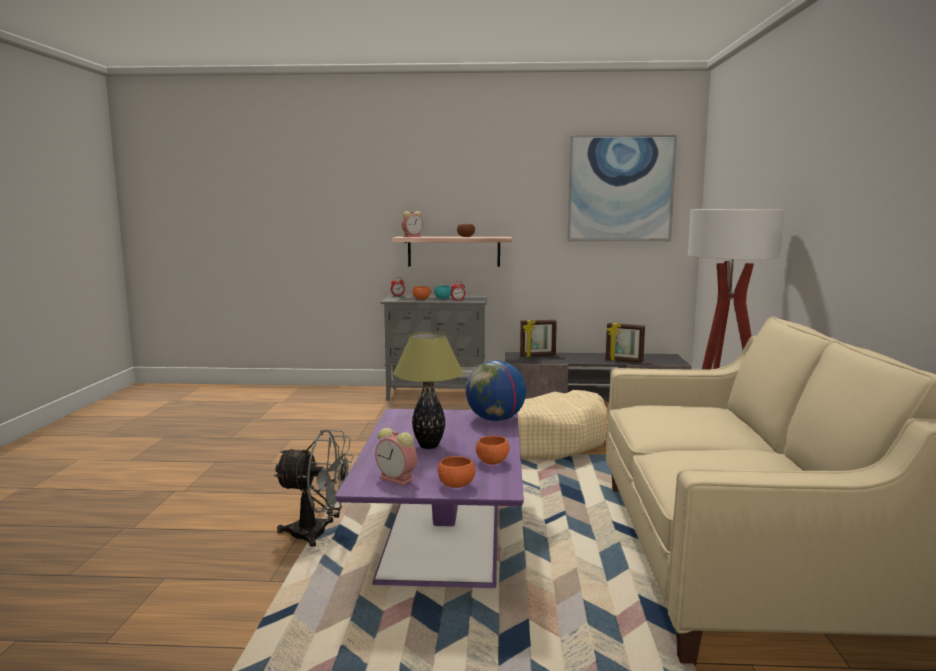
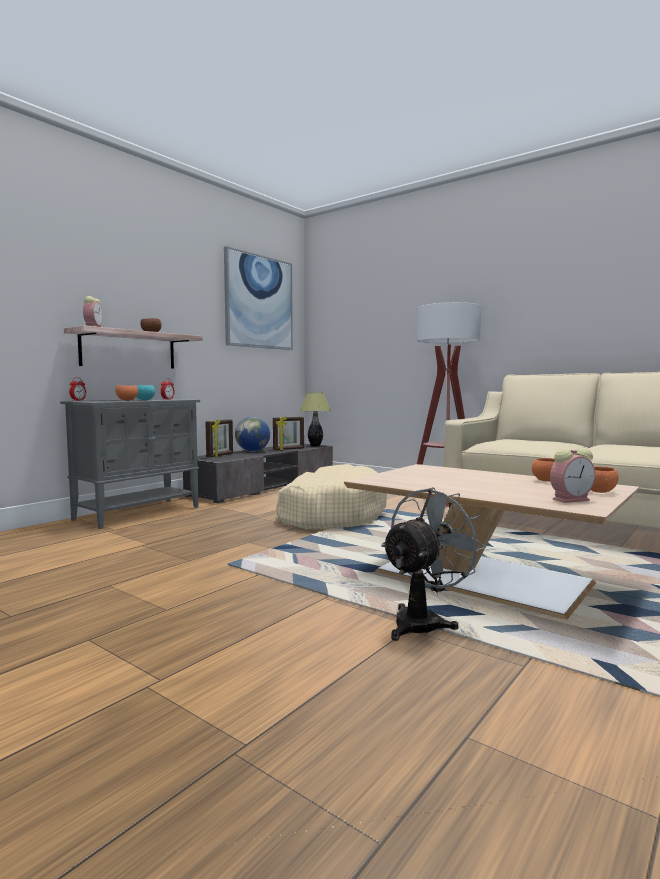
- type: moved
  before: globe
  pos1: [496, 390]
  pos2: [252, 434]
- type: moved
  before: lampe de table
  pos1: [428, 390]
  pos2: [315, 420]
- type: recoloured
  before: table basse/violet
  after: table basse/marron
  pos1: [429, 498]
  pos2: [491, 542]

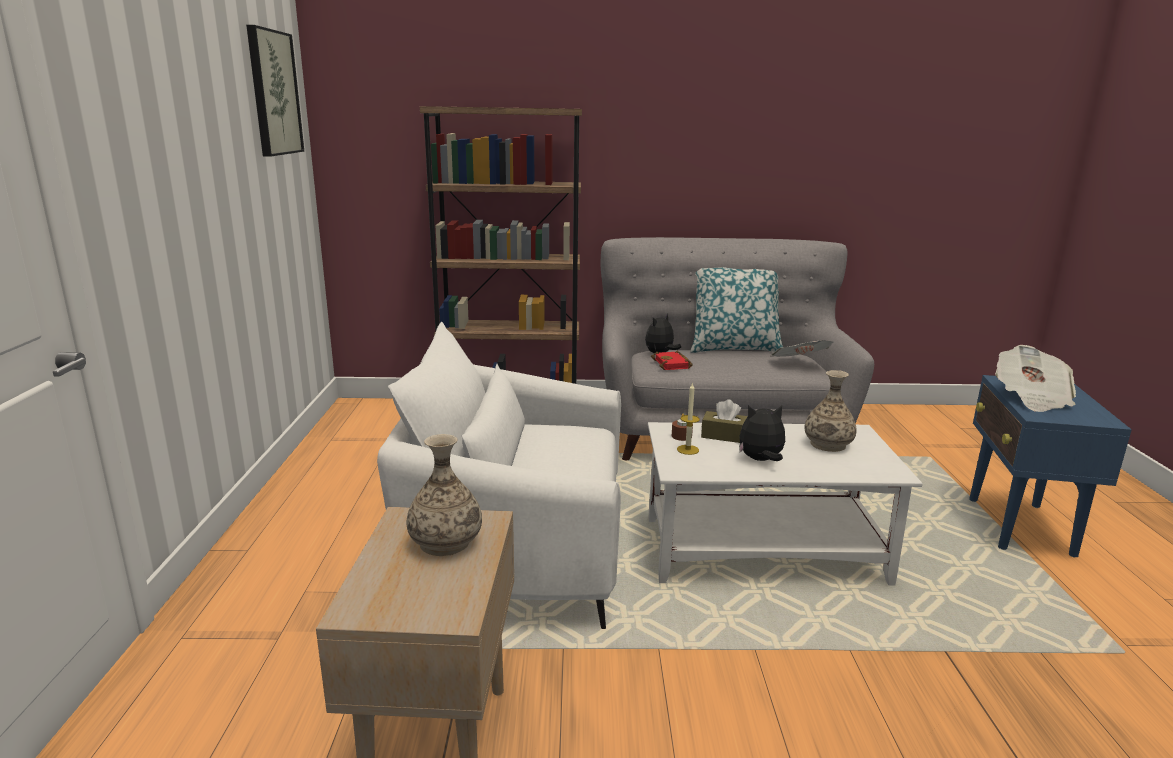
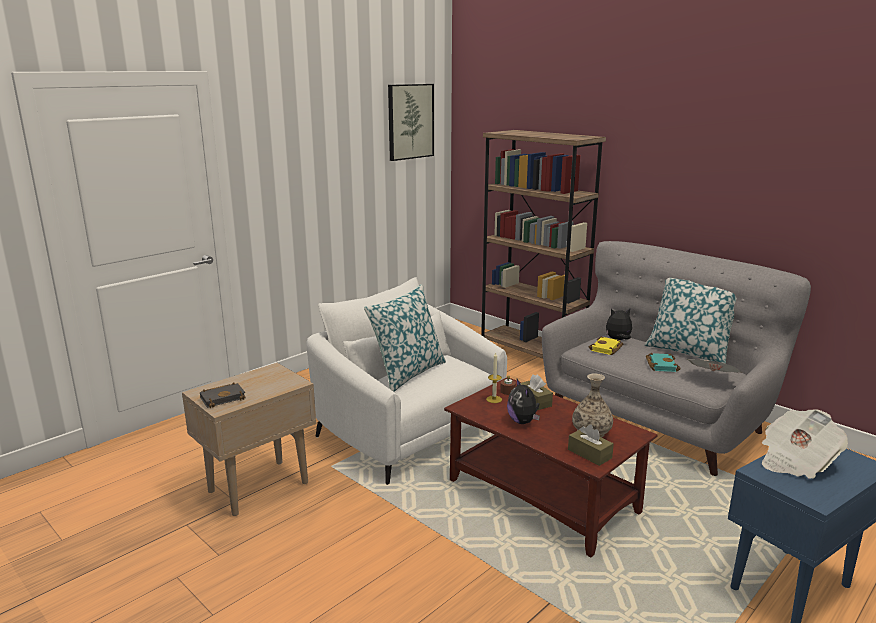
- type: added
  after: livre/noir
  pos2: [223, 395]
- type: added
  after: coussin
  pos2: [405, 338]
- type: recoloured
  before: table basse/blanc
  after: table basse/marron
  pos1: [785, 503]
  pos2: [550, 467]
- type: turned
  before: peluche
  pos1: [762, 433]
  pos2: [523, 401]
  turn: -150
- type: added
  after: boîte à mouchoirs/marron
  pos2: [591, 445]
- type: recoloured
  before: livre/rouge
  after: livre/jaune
  pos1: [672, 360]
  pos2: [606, 345]
- type: added
  after: livre/turquoise
  pos2: [663, 362]
- type: removed
  before: vase
  pos1: [444, 495]

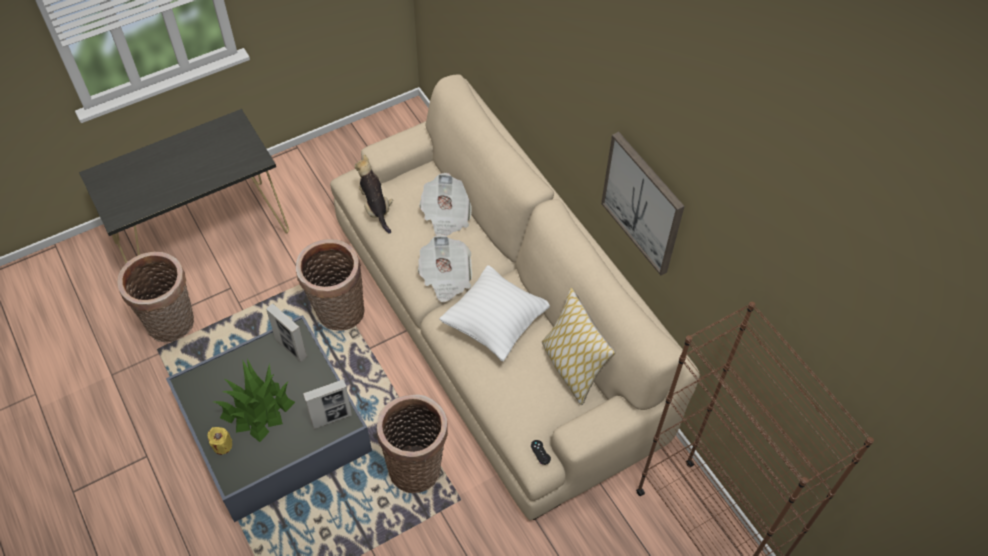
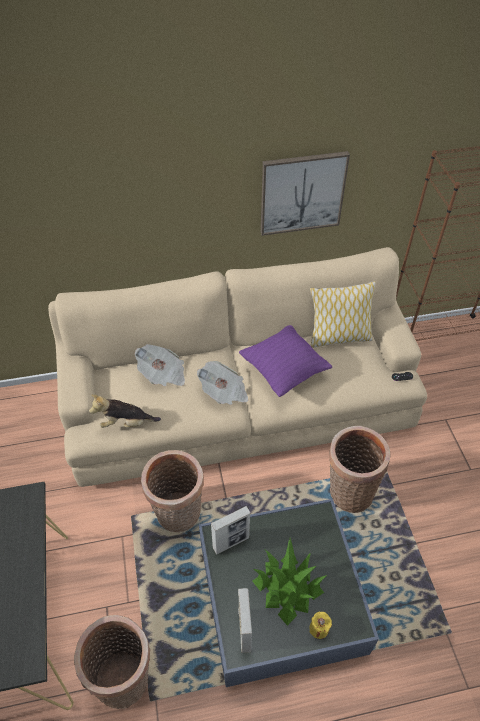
- type: moved
  before: cadre photo
  pos1: [327, 404]
  pos2: [245, 620]
- type: recoloured
  before: coussin/blanc
  after: coussin/violet
  pos1: [494, 313]
  pos2: [285, 361]

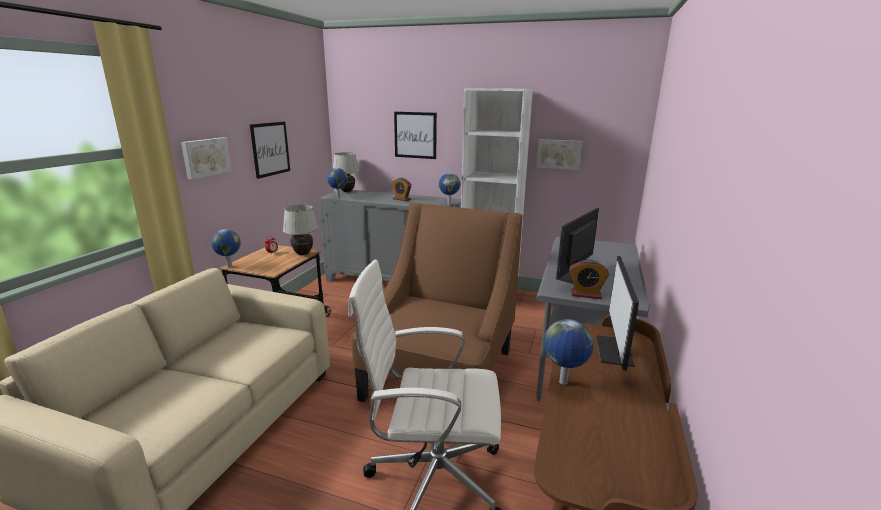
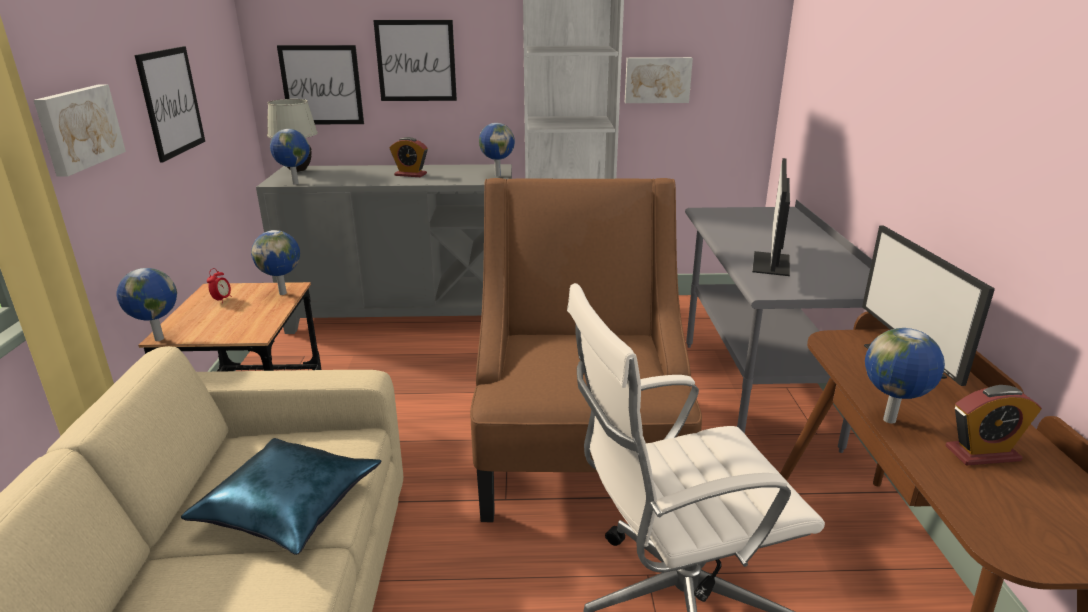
- type: added
  after: coussin/bleu
  pos2: [281, 496]
- type: replaced
  before: lampe de table/blanc
  after: globe
  pos1: [300, 230]
  pos2: [275, 262]
- type: added
  after: tableau
  pos2: [320, 84]
- type: moved
  before: réveil
  pos1: [589, 279]
  pos2: [993, 425]

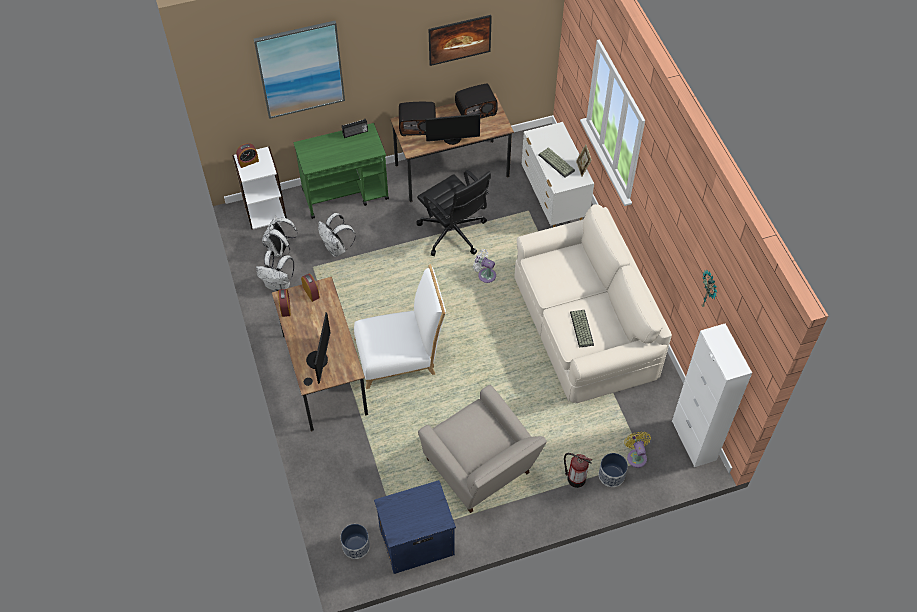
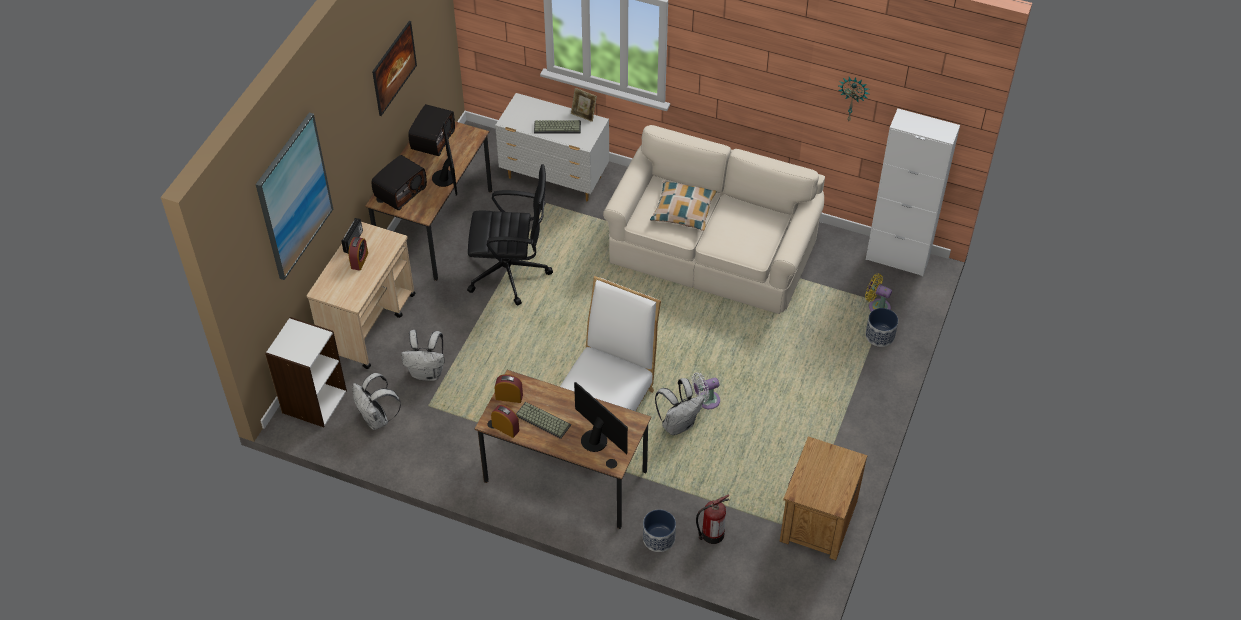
- type: recoloured
  before: chariot/vert
  after: chariot/beige
  pos1: [341, 171]
  pos2: [361, 295]
- type: moved
  before: réveil
  pos1: [247, 155]
  pos2: [358, 254]
- type: turned
  before: écran d'ordinateur
  pos1: [453, 129]
  pos2: [444, 158]
  turn: -45
- type: moved
  before: clavier
  pos1: [582, 329]
  pos2: [543, 420]
- type: moved
  before: cache-pot
  pos1: [355, 541]
  pos2: [659, 530]
- type: added
  after: coussin
  pos2: [683, 206]
- type: moved
  before: sac à dos/blanc
  pos1: [275, 270]
  pos2: [679, 406]
- type: moved
  before: ventilateur/blanc
  pos1: [484, 266]
  pos2: [706, 390]
- type: moved
  before: extincteur
  pos1: [578, 470]
  pos2: [712, 519]
- type: recoloured
  before: table de chevet/bleu
  after: table de chevet/marron
  pos1: [415, 527]
  pos2: [823, 498]
- type: removed
  before: fauteuil/beige
  pos1: [482, 449]

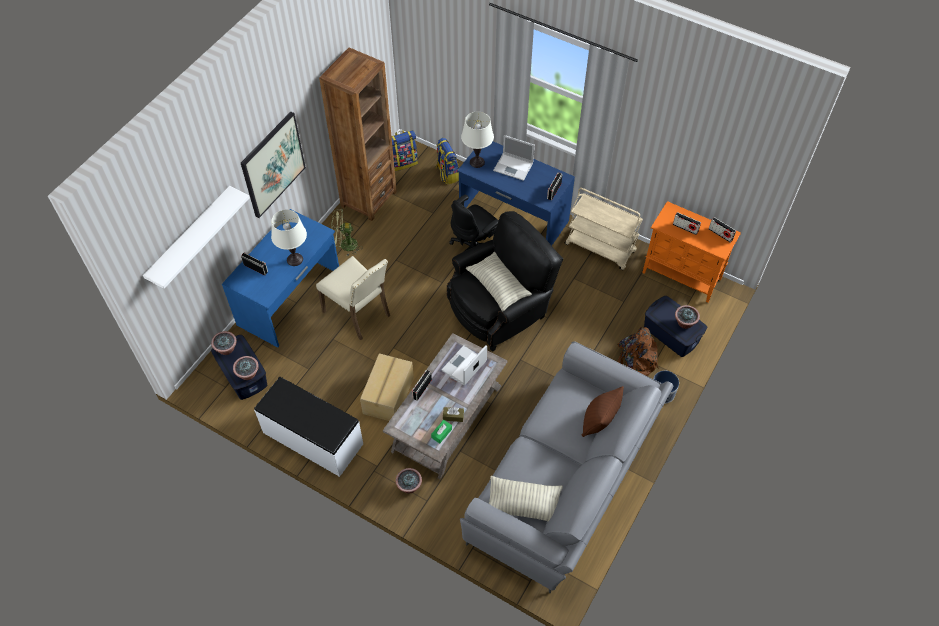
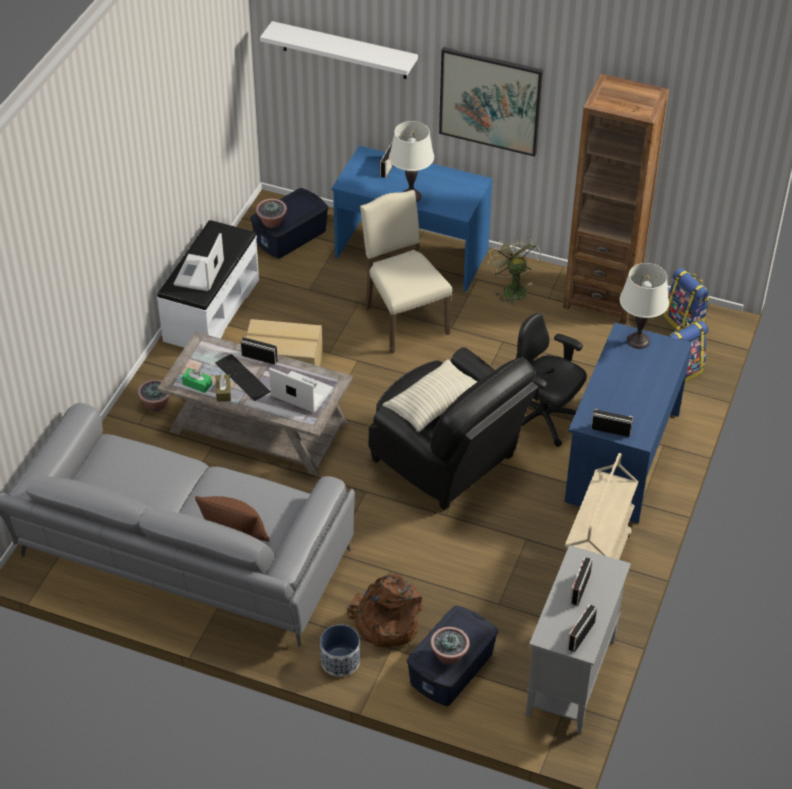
- type: moved
  before: ordinateur portable
  pos1: [514, 158]
  pos2: [199, 262]
- type: added
  after: clavier
  pos2: [242, 377]
- type: turned
  before: chaise/beige
  pos1: [353, 298]
  pos2: [406, 272]
  turn: 120
- type: recoloured
  before: meuble de rangement/orange
  after: meuble de rangement/gris
  pos1: [691, 252]
  pos2: [578, 639]
- type: removed
  before: plante en pot
  pos1: [224, 343]
- type: removed
  before: coussin
  pos1: [526, 498]

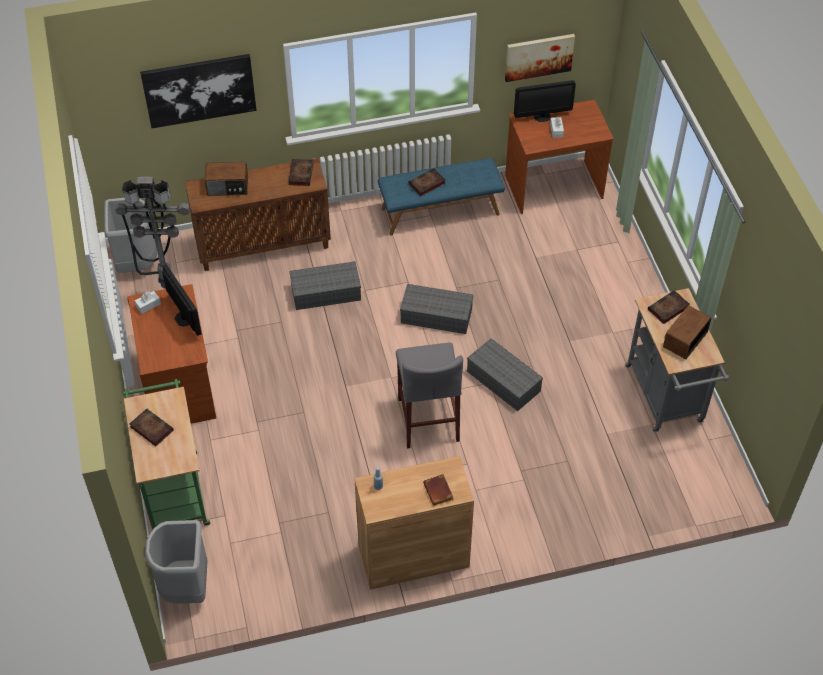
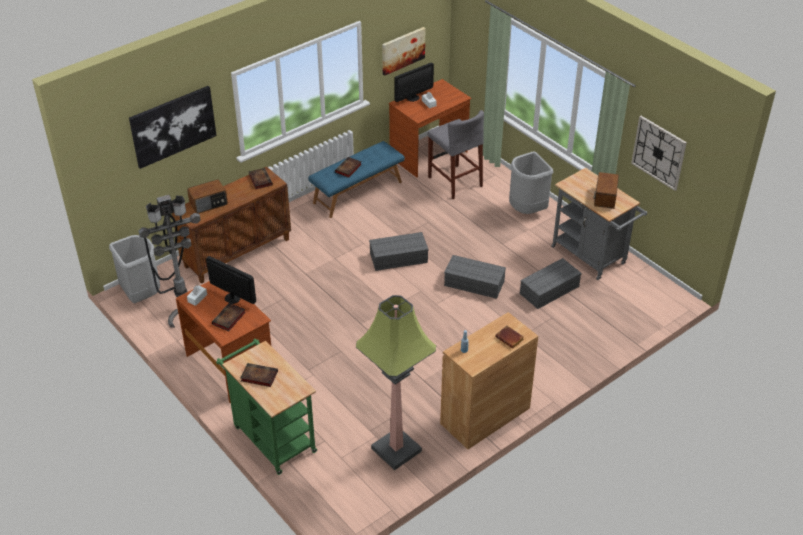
- type: moved
  before: livre
  pos1: [669, 307]
  pos2: [229, 317]
- type: added
  after: lampadaire
  pos2: [396, 382]
- type: moved
  before: tabouret/gris
  pos1: [429, 395]
  pos2: [456, 154]
- type: moved
  before: poubelle/gris
  pos1: [176, 562]
  pos2: [531, 183]
- type: moved
  before: boîte de rangement/gris
  pos1: [325, 285]
  pos2: [551, 283]
- type: added
  after: horloge murale
  pos2: [659, 153]

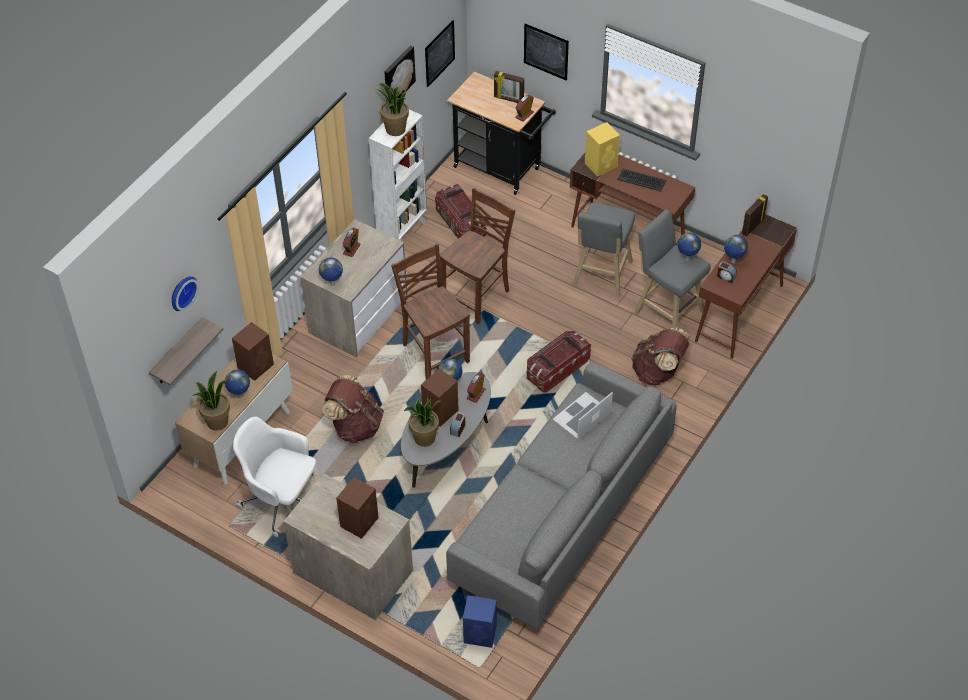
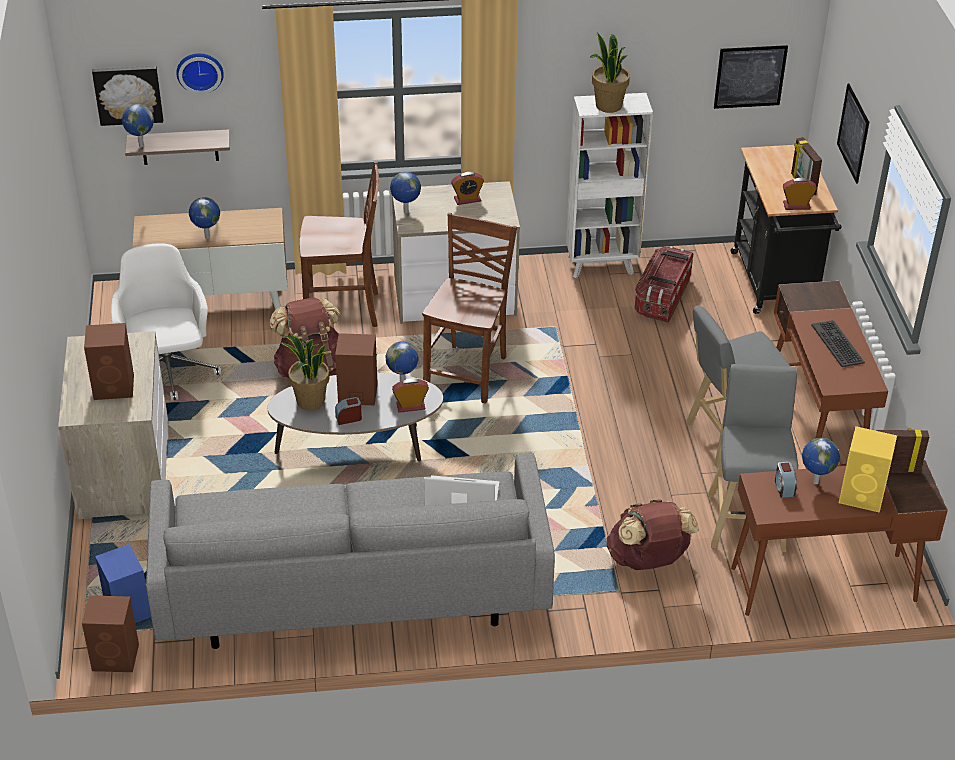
- type: moved
  before: enceinte/marron
  pos1: [253, 351]
  pos2: [110, 633]
- type: moved
  before: tableau
  pos1: [400, 72]
  pos2: [127, 96]
- type: moved
  before: globe
  pos1: [689, 247]
  pos2: [138, 125]
- type: moved
  before: chaise/marron
  pos1: [478, 255]
  pos2: [339, 244]
- type: moved
  before: enceinte/jaune
  pos1: [602, 149]
  pos2: [868, 469]
- type: removed
  before: plante en pot
  pos1: [211, 401]
- type: removed
  before: boîte de rangement
  pos1: [559, 362]

